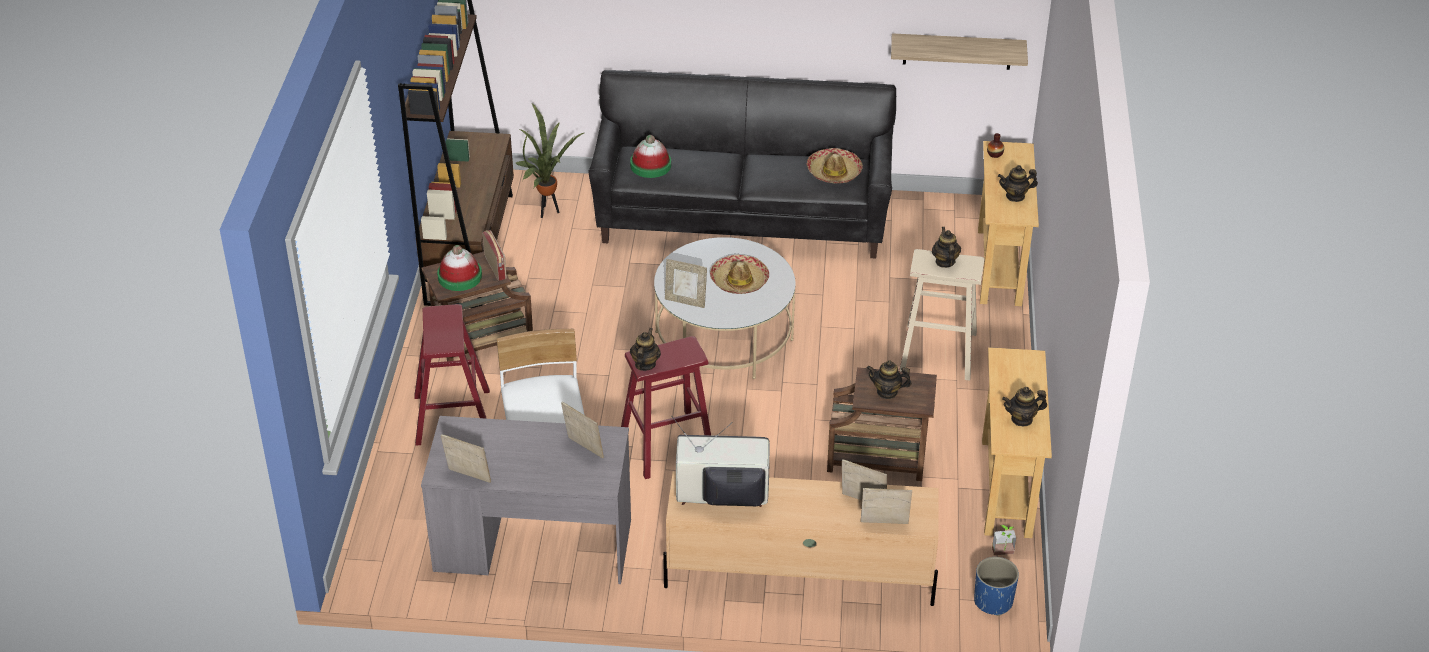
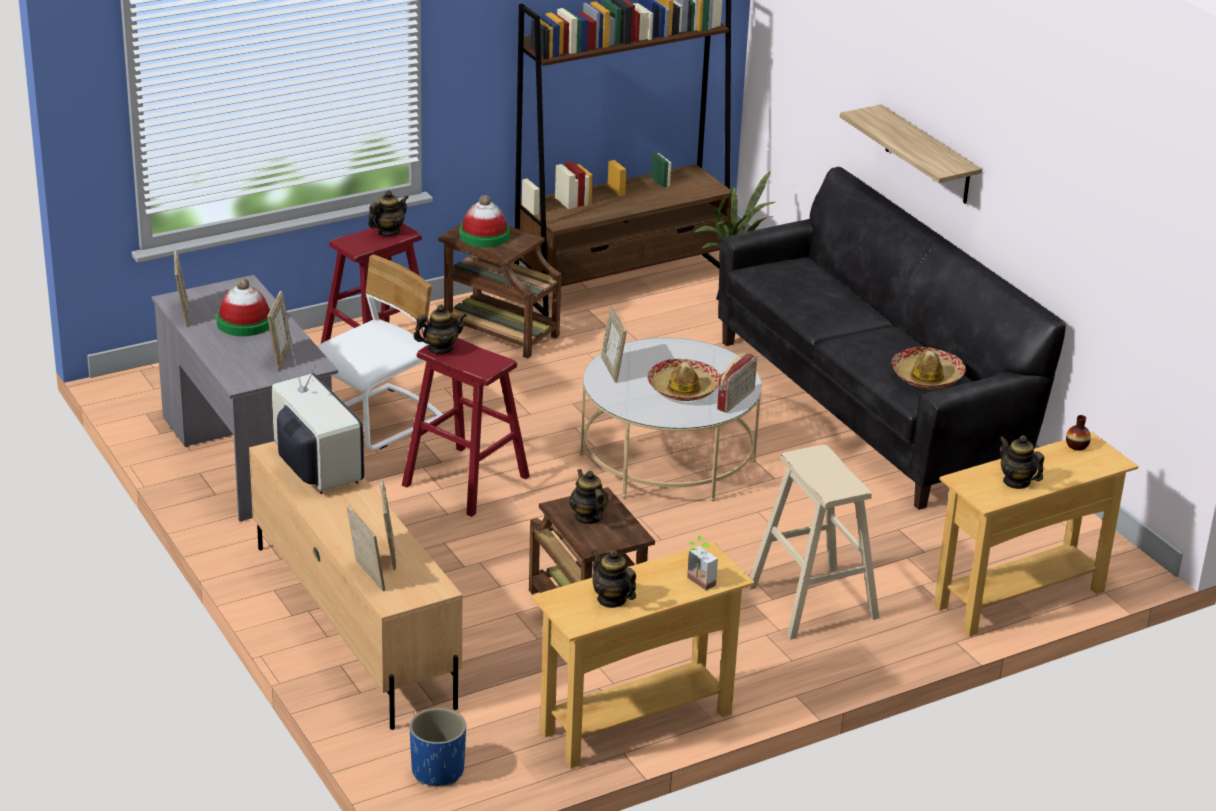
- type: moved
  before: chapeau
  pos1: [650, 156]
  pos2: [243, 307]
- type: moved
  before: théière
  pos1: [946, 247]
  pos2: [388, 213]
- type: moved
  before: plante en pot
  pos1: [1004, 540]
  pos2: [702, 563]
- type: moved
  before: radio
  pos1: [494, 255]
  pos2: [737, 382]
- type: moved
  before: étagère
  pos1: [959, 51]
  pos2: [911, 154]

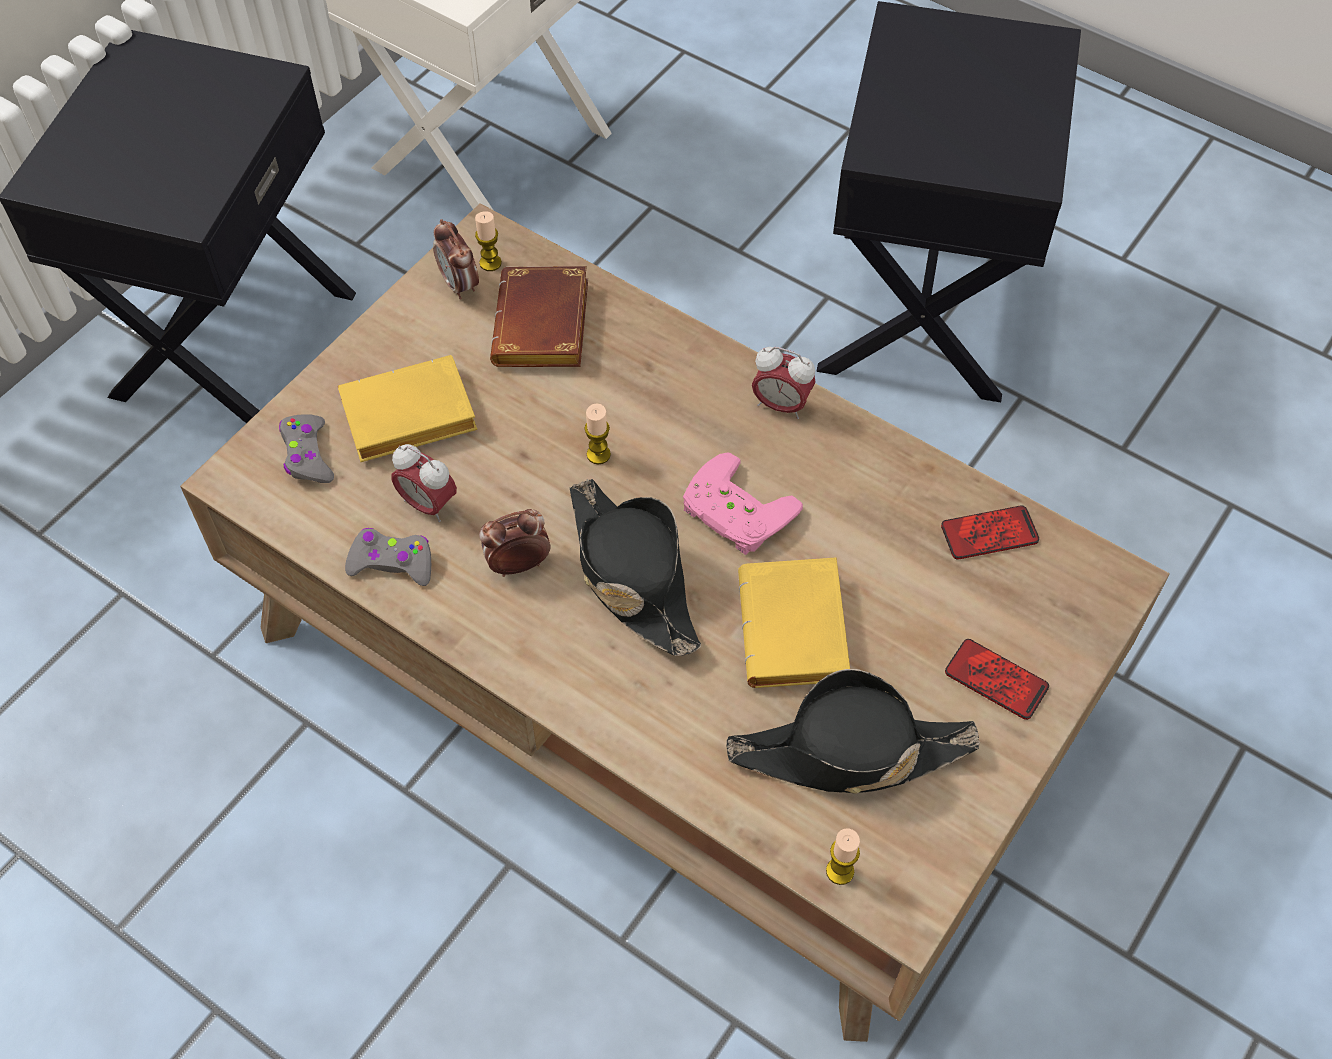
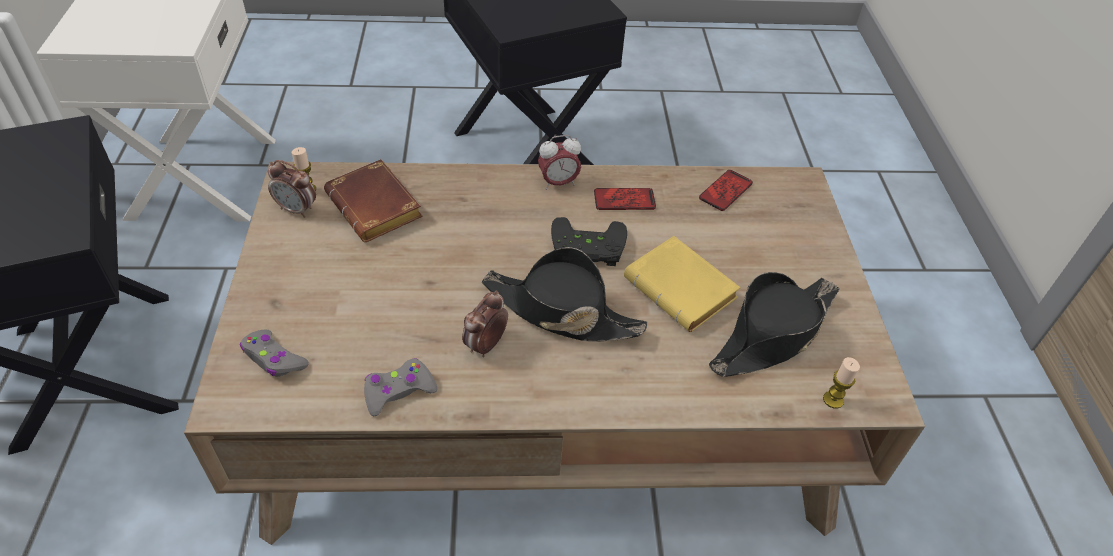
- type: recoloured
  before: manette/rose
  after: manette/noir
  pos1: [743, 503]
  pos2: [589, 241]
- type: moved
  before: téléphone
  pos1: [997, 679]
  pos2: [625, 199]
- type: removed
  before: livre/jaune
  pos1: [407, 408]
- type: removed
  before: réveil
  pos1: [424, 483]
- type: removed
  before: bougie
  pos1: [597, 434]

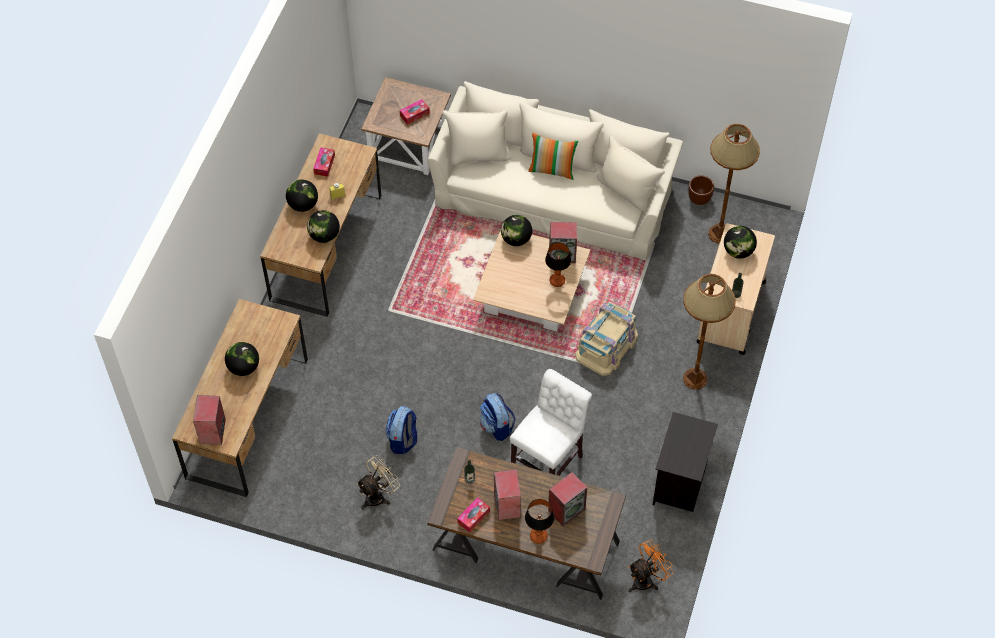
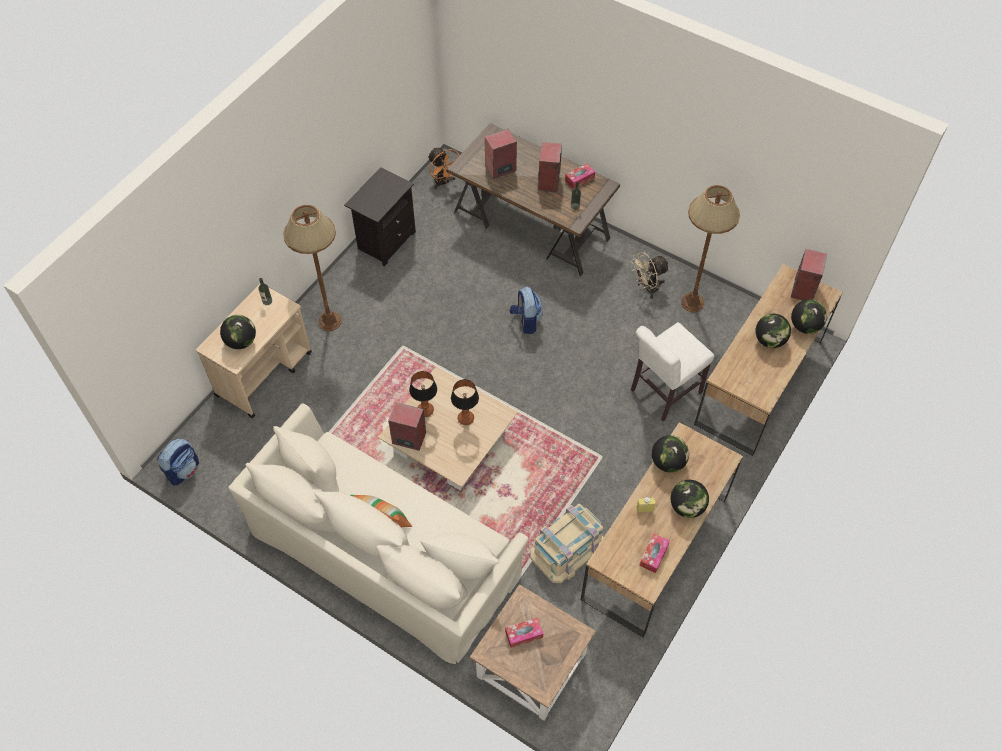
- type: moved
  before: sac à dos
  pos1: [401, 430]
  pos2: [178, 461]
- type: turned
  before: ventilateur/orange
  pos1: [650, 565]
  pos2: [444, 168]
  turn: -105
- type: moved
  before: lampe de table
  pos1: [539, 521]
  pos2: [465, 402]
- type: moved
  before: boîte de rangement/beige
  pos1: [606, 339]
  pos2: [567, 543]
- type: moved
  before: chaise/blanc
  pos1: [551, 422]
  pos2: [672, 371]
- type: moved
  before: lampadaire/marron
  pos1: [734, 184]
  pos2: [710, 248]
- type: moved
  before: globe
  pos1: [516, 230]
  pos2: [809, 317]
- type: removed
  before: cache-pot/marron
  pos1: [701, 190]

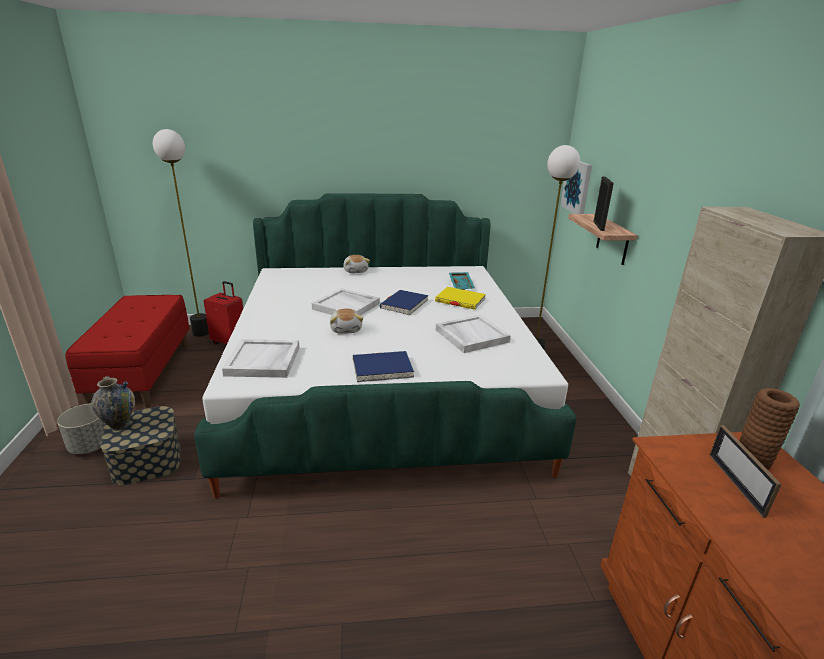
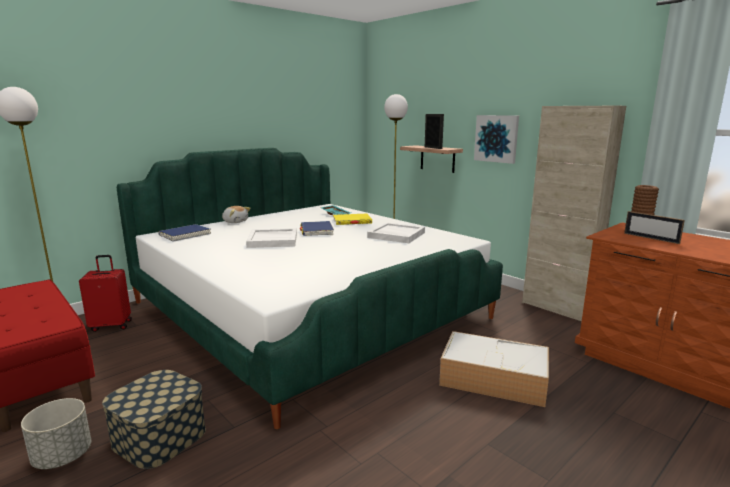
- type: moved
  before: livre/bleu
  pos1: [383, 366]
  pos2: [184, 233]
- type: added
  after: boîte de rangement
  pos2: [494, 369]
- type: moved
  before: tableau
  pos1: [576, 187]
  pos2: [496, 139]
- type: removed
  before: vase
  pos1: [113, 403]
- type: removed
  before: plateau/blanc
  pos1: [260, 358]
- type: removed
  before: peluche
  pos1: [346, 321]

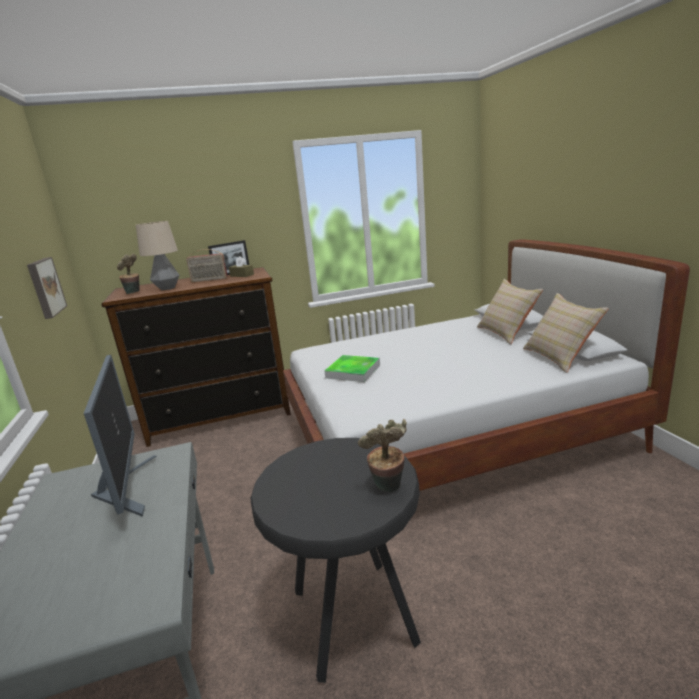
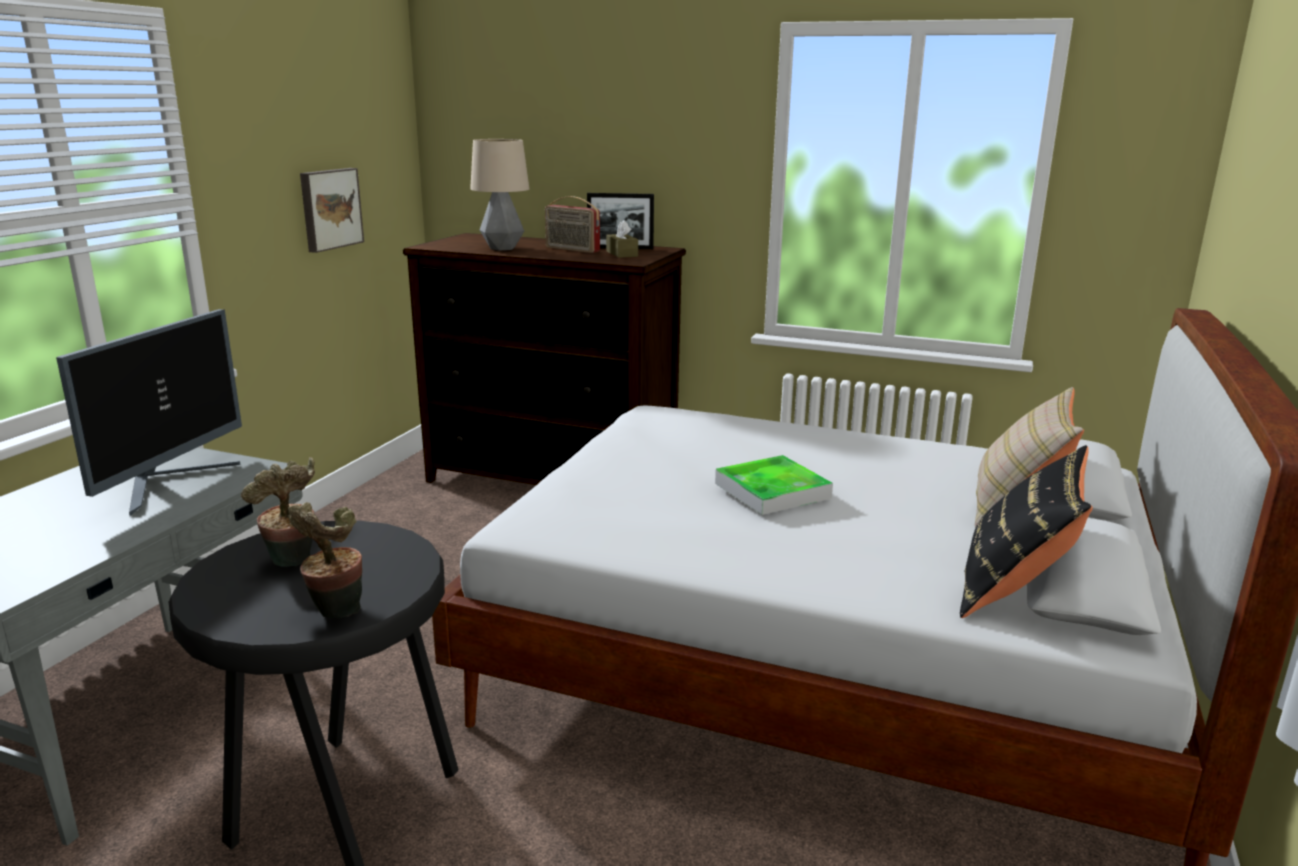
- type: moved
  before: plante en pot
  pos1: [128, 274]
  pos2: [278, 512]
- type: moved
  before: plateau
  pos1: [352, 368]
  pos2: [774, 485]
- type: recoloured
  before: coussin/beige
  after: coussin/noir
  pos1: [566, 333]
  pos2: [1026, 531]

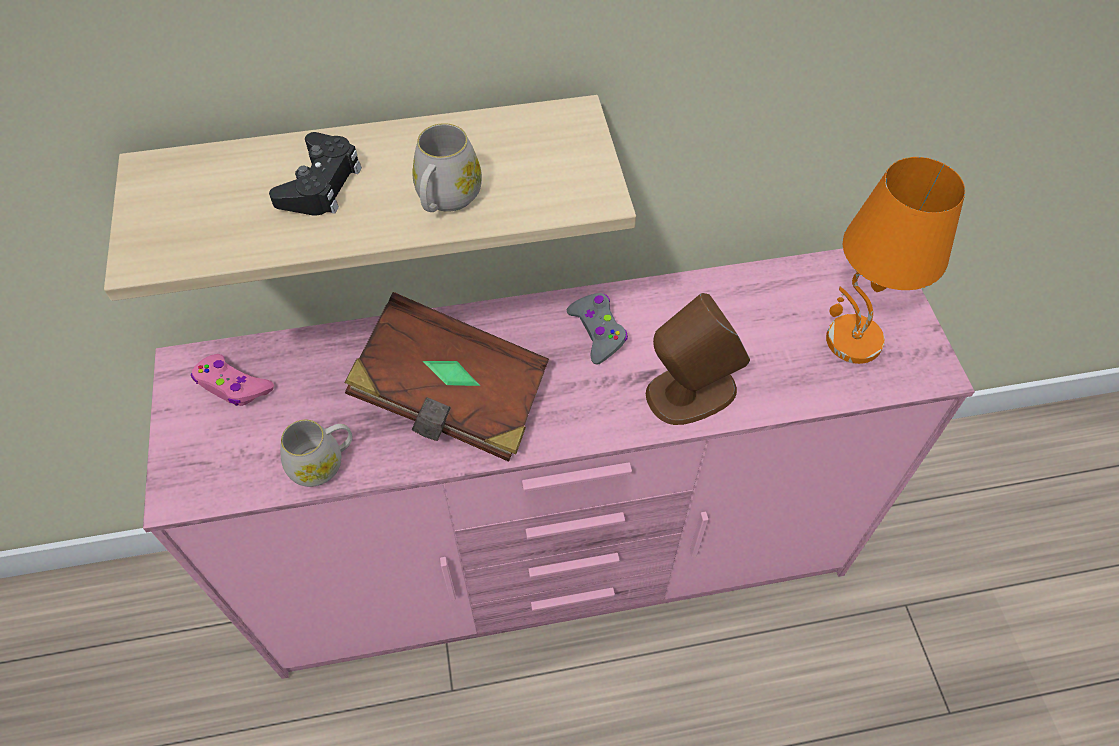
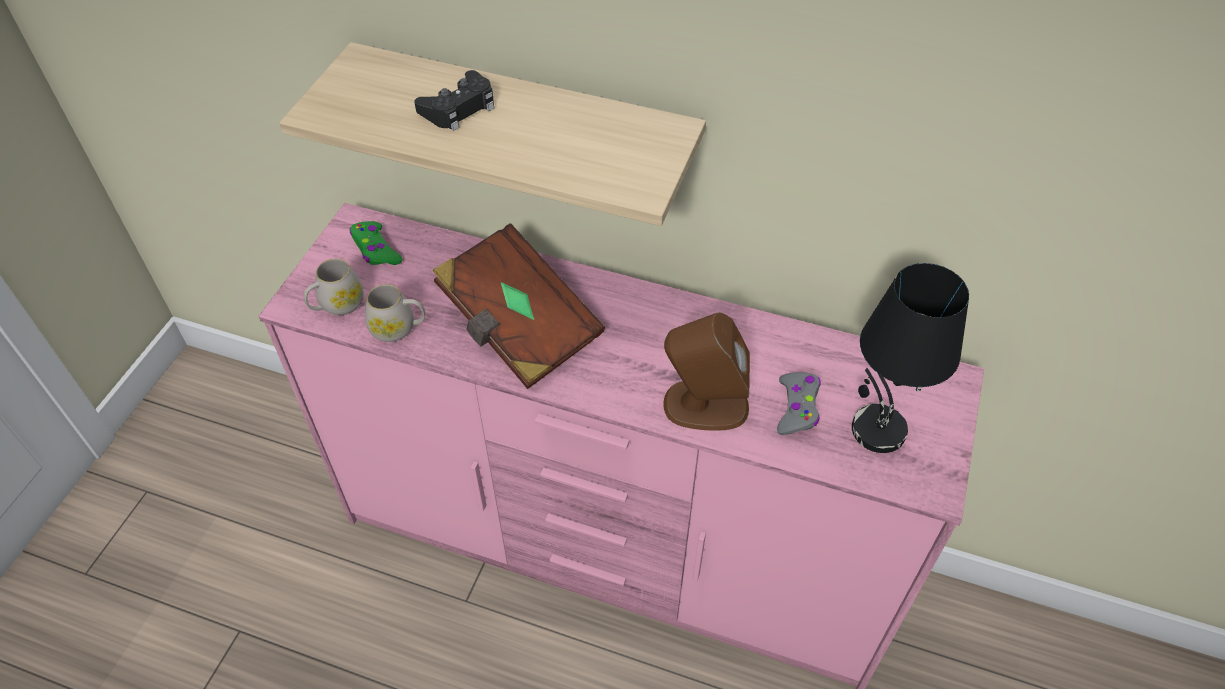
- type: moved
  before: mug/blanc
  pos1: [447, 167]
  pos2: [334, 286]
- type: recoloured
  before: manette/rose
  after: manette/vert
  pos1: [232, 380]
  pos2: [376, 243]
- type: moved
  before: manette/gris
  pos1: [597, 329]
  pos2: [799, 403]
- type: recoloured
  before: lampe de table/orange
  after: lampe de table/noir
  pos1: [895, 260]
  pos2: [910, 358]

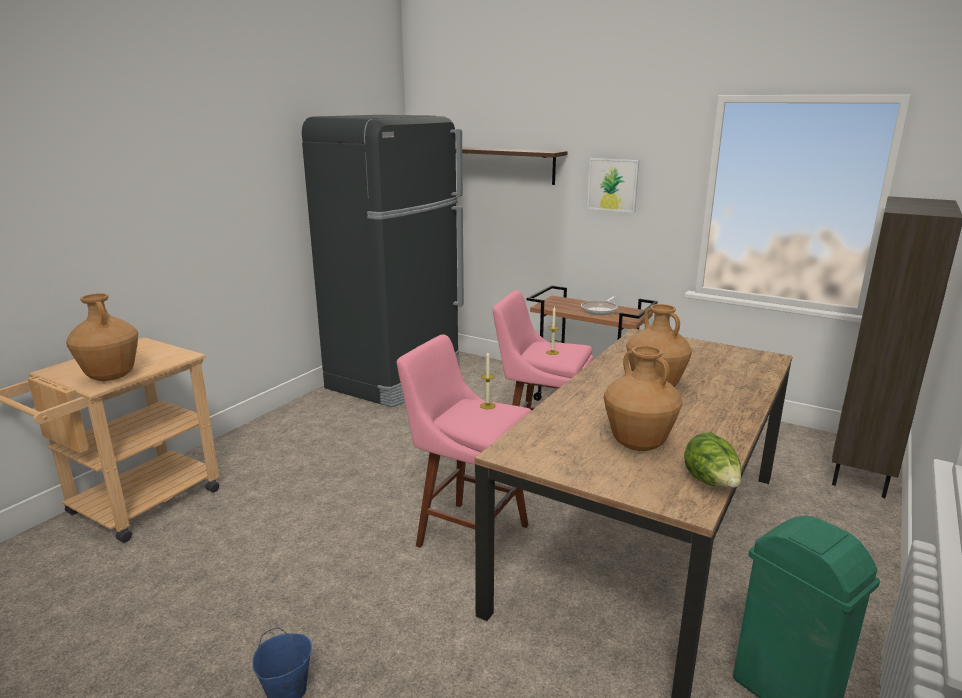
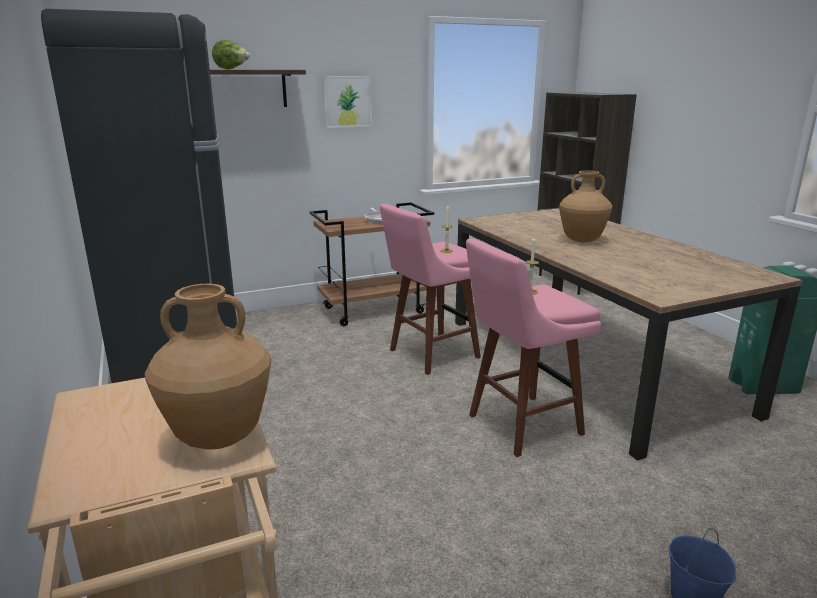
- type: moved
  before: laitue
  pos1: [712, 460]
  pos2: [231, 54]
- type: removed
  before: vase/marron
  pos1: [643, 398]

